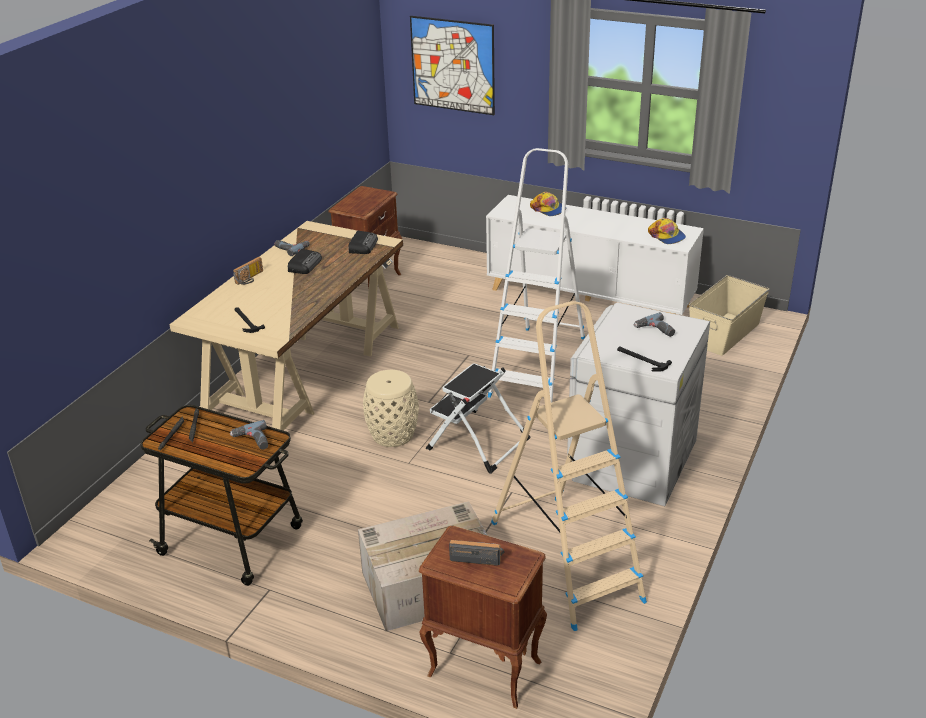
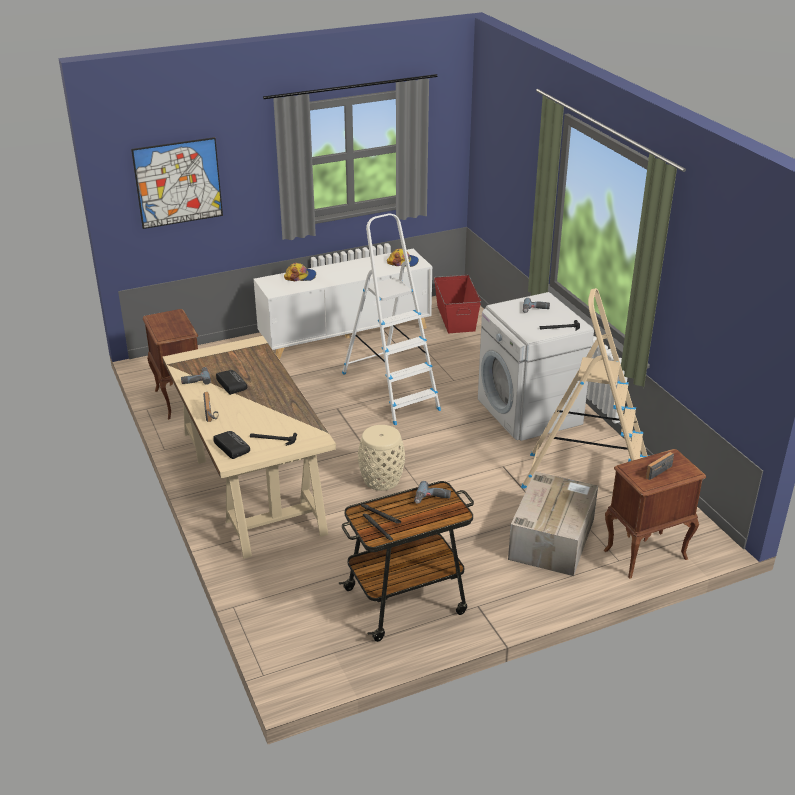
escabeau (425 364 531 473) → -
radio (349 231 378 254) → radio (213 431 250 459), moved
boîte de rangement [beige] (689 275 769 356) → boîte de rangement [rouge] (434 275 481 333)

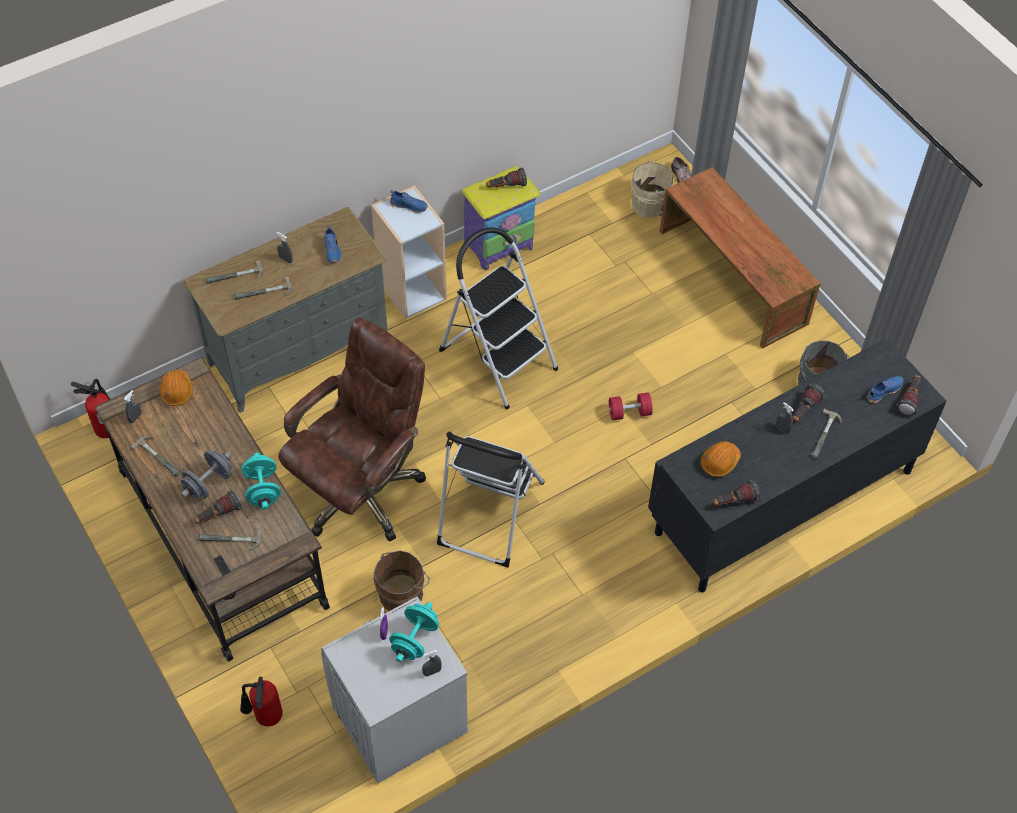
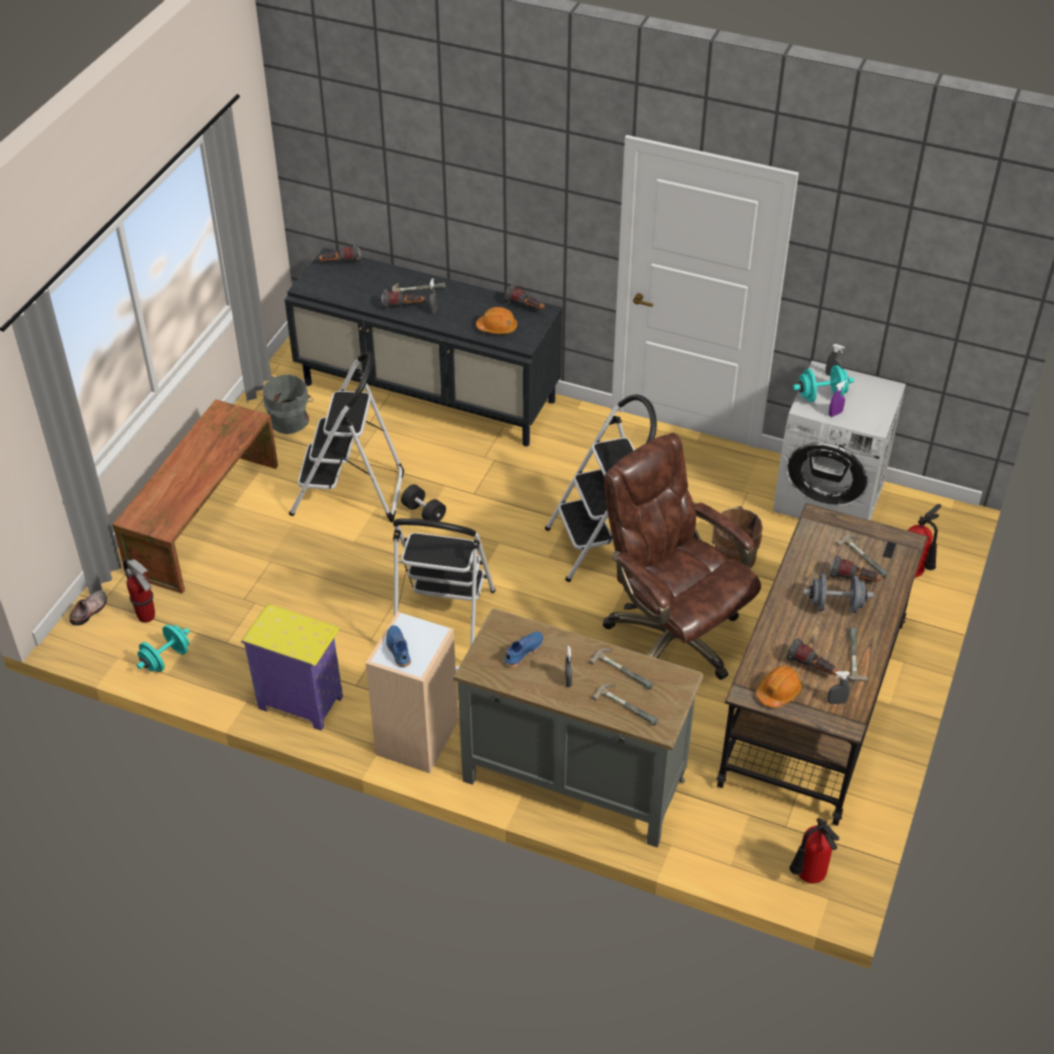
chaussure [bleu] (866 376 903 403) → -
- → escabeau (289 351 404 522)
haltère [turquoise] (241 453 281 509) → haltère [turquoise] (137 625 190 672), moved
lampe de poche (486 168 527 188) → lampe de poche (787 639 838 675), moved
seau [beige] (631 161 673 218) → extincteur (123 559 155 623)
haltère [rouge] (609 393 653 420) → haltère [noir] (401 484 446 522)
chaise de bureau [marron] (278 317 426 541) → chaise de bureau [marron] (603 433 761 680), 45 degrees clockwise

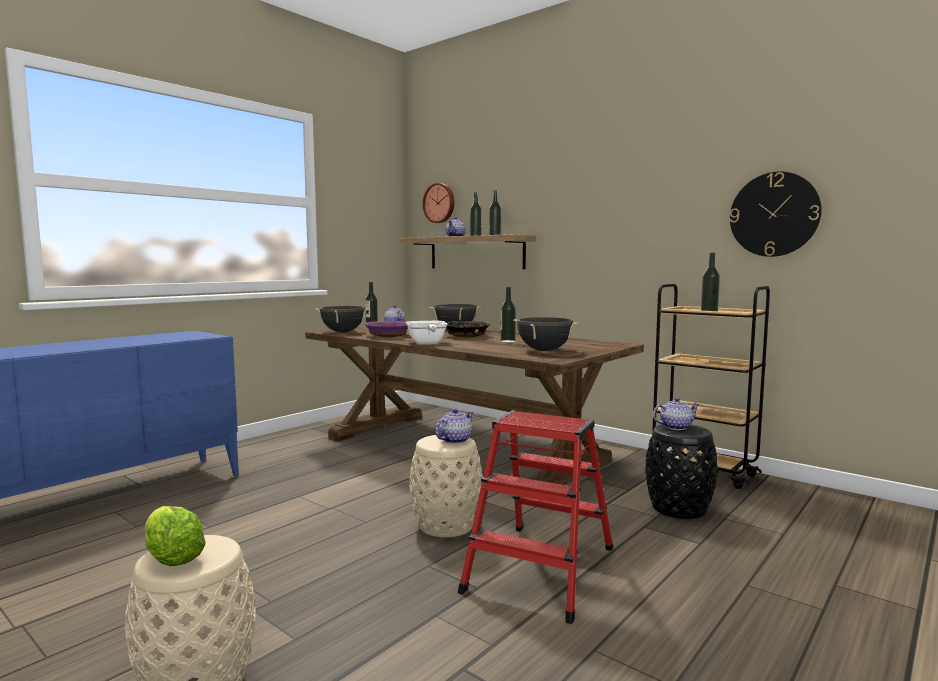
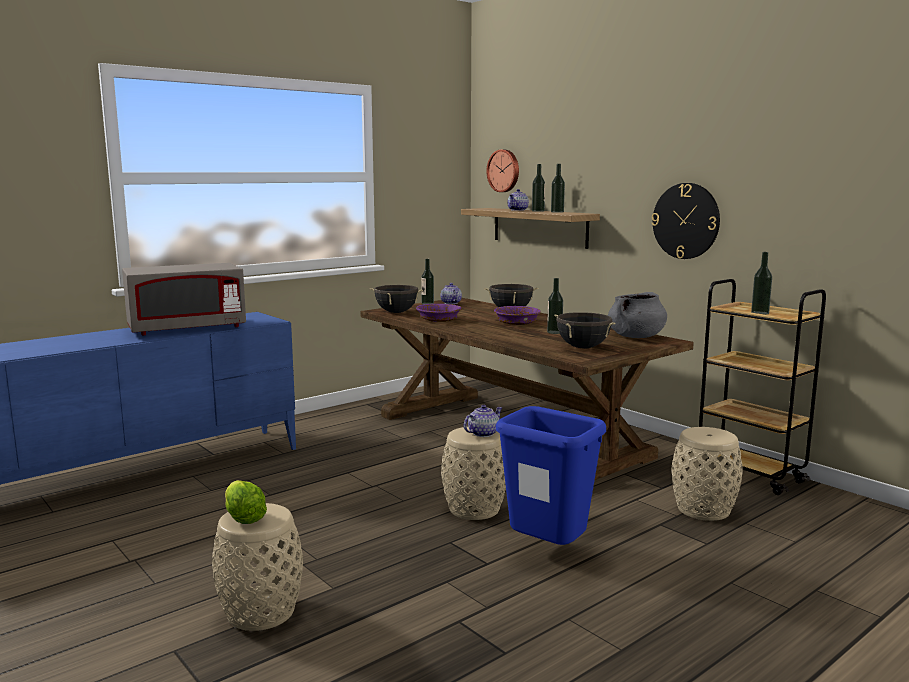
poêle (406 321 447 344) → -
théière (653 397 700 430) → -
- → micro-ondes [gris] (122 263 246 335)
- → marmite [gris] (608 292 667 338)
horloge murale (730 172 822 257) → horloge murale (651 183 720 259), moved
escabeau [rouge] (458 410 613 624) → poubelle [bleu] (496 406 606 545)
bol [noir] (446 321 490 337) → bol [violet] (494 306 541 325)
tabouret [noir] (645 424 718 519) → tabouret [beige] (672 427 742 521)

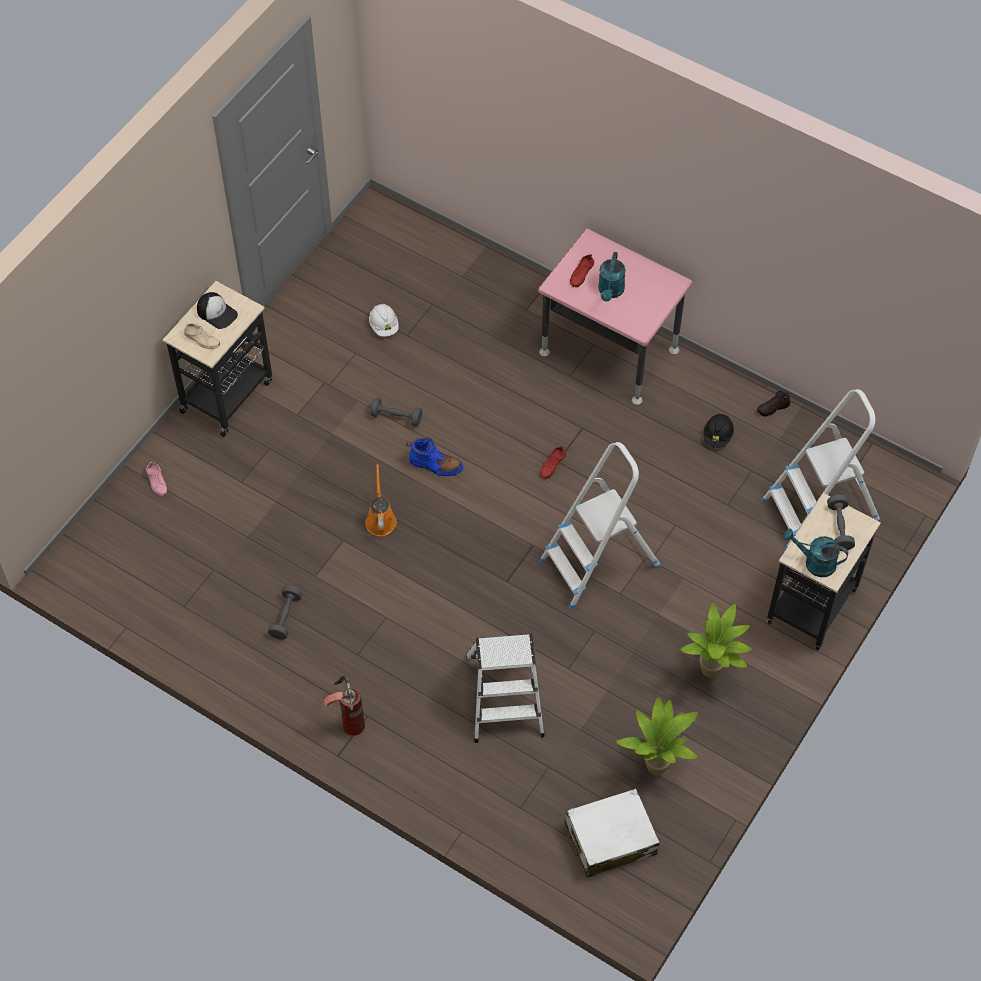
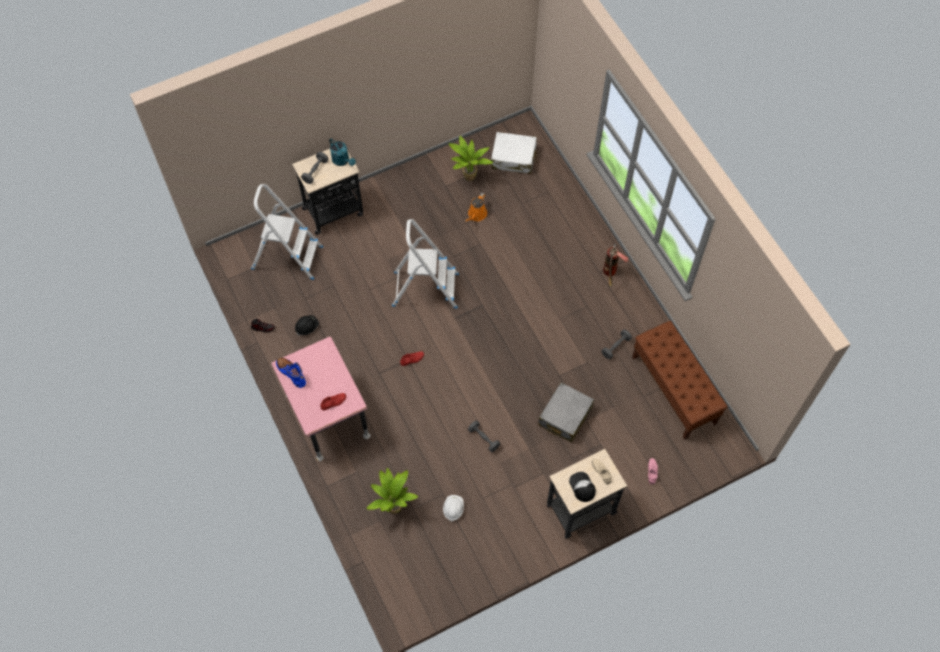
escabeau [blanc] (466 634 545 743) → -
arrosoir [turquoise] (598 252 626 301) → -
- → valise [gris] (538 382 594 443)
- → banc [marron] (632 321 728 440)
arrosoir [orange] (365 464 397 536) → arrosoir [orange] (465 193 487 222), moved
botte [bleu] (406 437 463 476) → botte [bleu] (276 358 306 388), moved
plante en pot (680 603 752 678) → plante en pot (366 468 418 514), moved

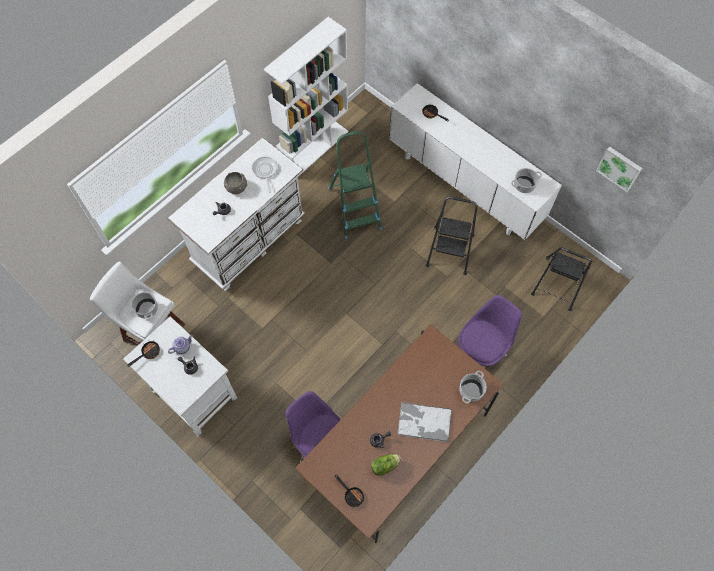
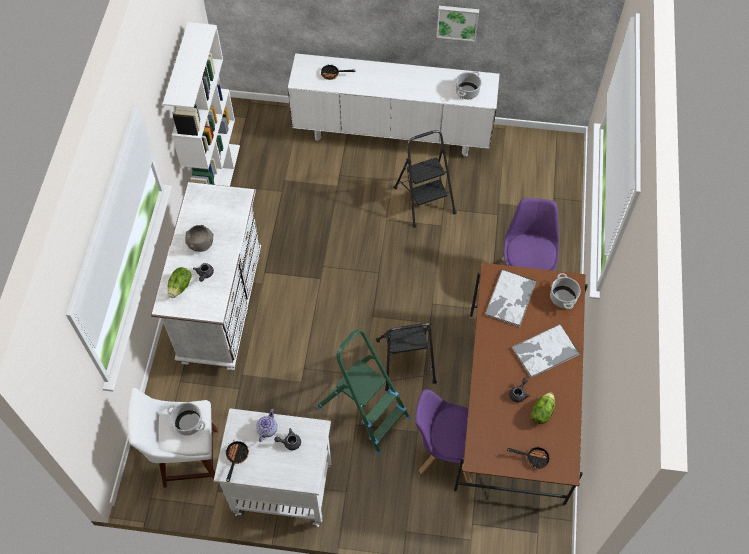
poêle (252 156 277 193) → -
- → laitue (168 267 192 298)
- → plateau (485 270 536 327)
escabeau [vert] (329 131 382 239) → escabeau [vert] (316 329 410 454), moved
escabeau [noir] (531 248 592 311) → escabeau [noir] (376 323 437 391), moved
tableau (596 146 642 192) → tableau (436 6 479 42), moved

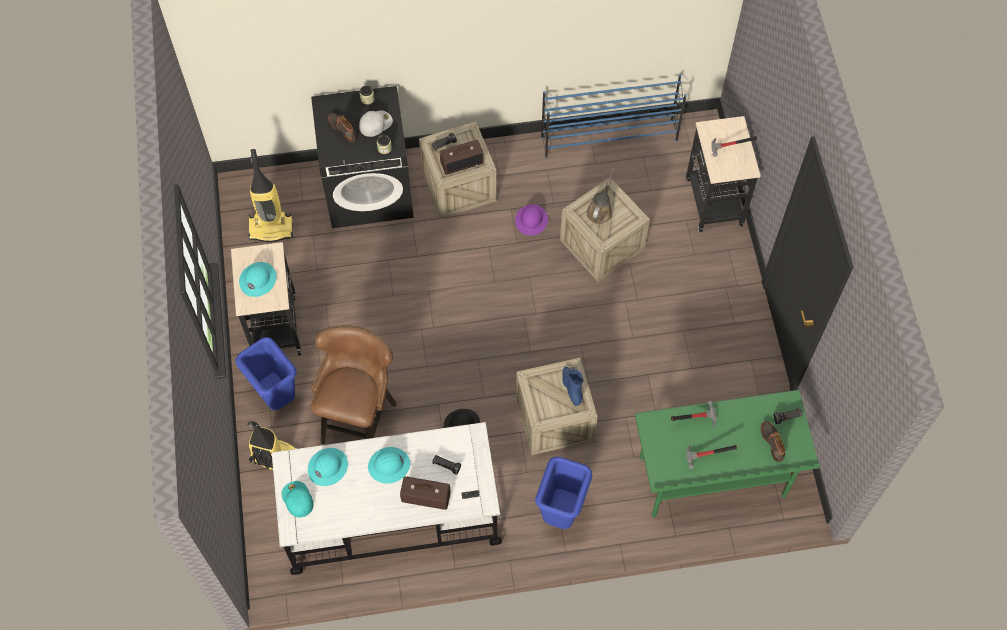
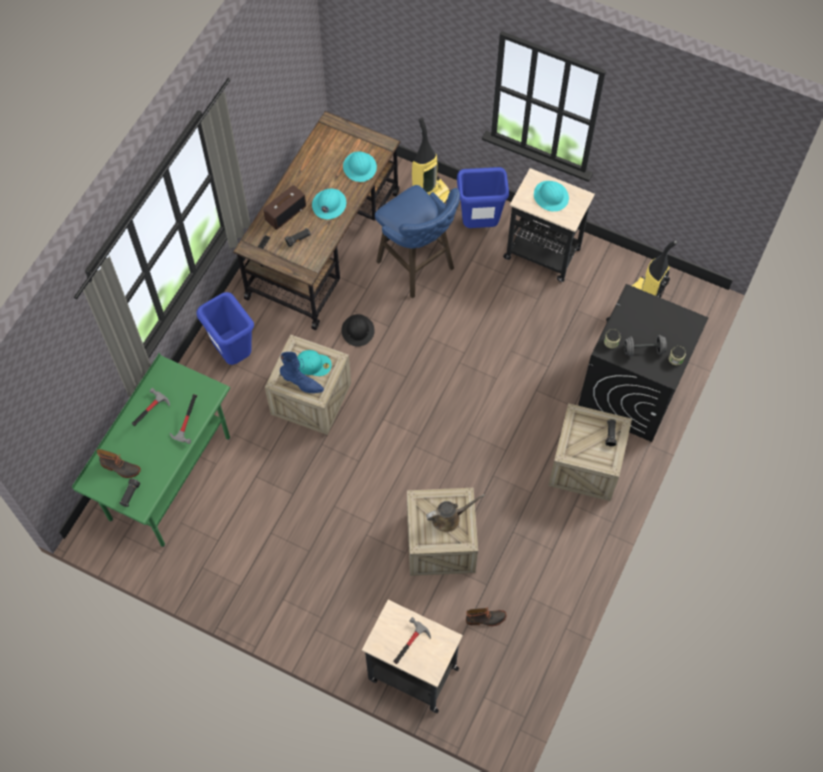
radio (440 140 484 175) → -
casque de chantier [violet] (515 204 548 236) → -
étagère à chaussures [bleu] (541 74 687 158) → -
casquette [turquoise] (282 481 314 517) → casquette [turquoise] (297 350 332 376), moved
botte (328 113 357 143) → botte (466 607 506 626), moved
casquette [blanc] (359 110 393 137) → haltère [gris] (623 335 667 357)
bureau [blanc] (271 422 502 575) → bureau [marron] (233 111 400 330)
tabouret [marron] (311 325 397 444) → tabouret [bleu] (375 185 460 298)
arrosoir [marron] (587 167 615 224) → arrosoir [marron] (426 494 485 532), 75 degrees counterclockwise

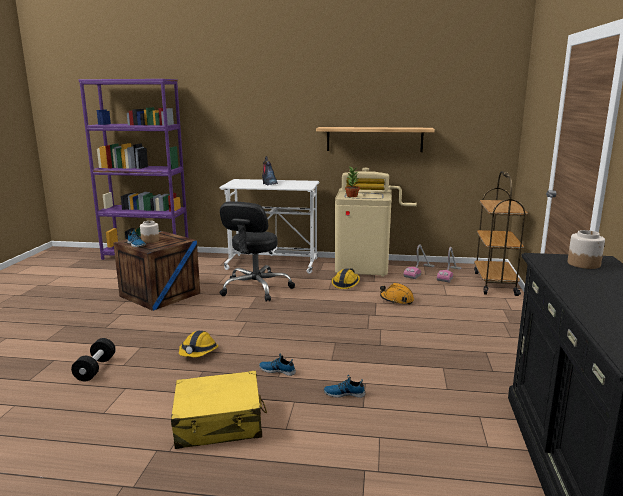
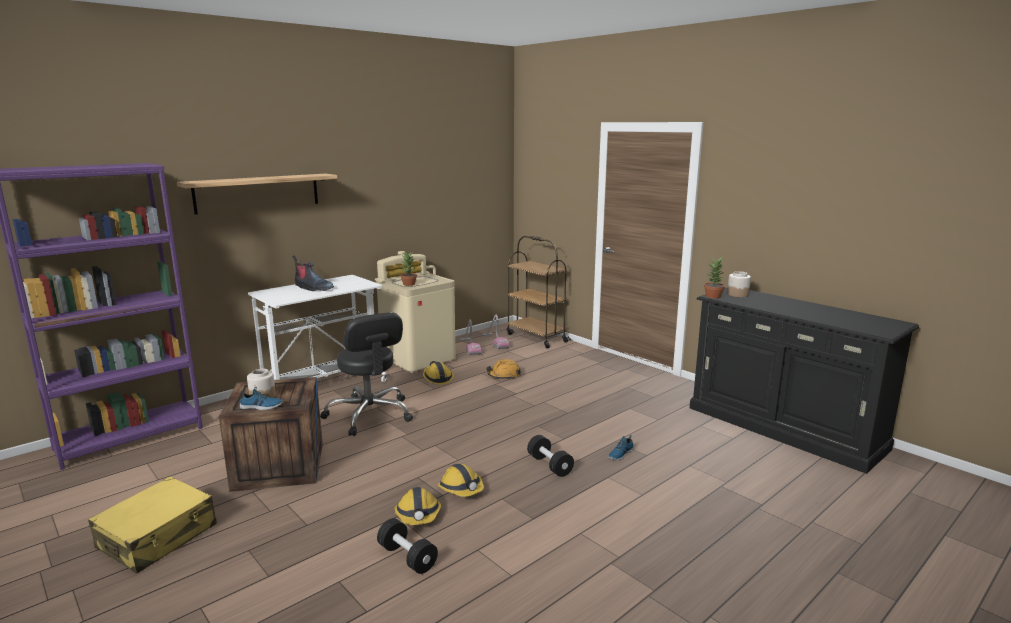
- → casque de chantier (394 487 441 525)
- → plante en pot (704 256 725 299)
valise [jaune] (171 371 267 449) → valise [jaune] (88 476 217 573), moved
étagère (316 127 435 152) → étagère (177 174 337 214), moved
chaussure (259 353 296 376) → haltère [noir] (527 435 574 477)

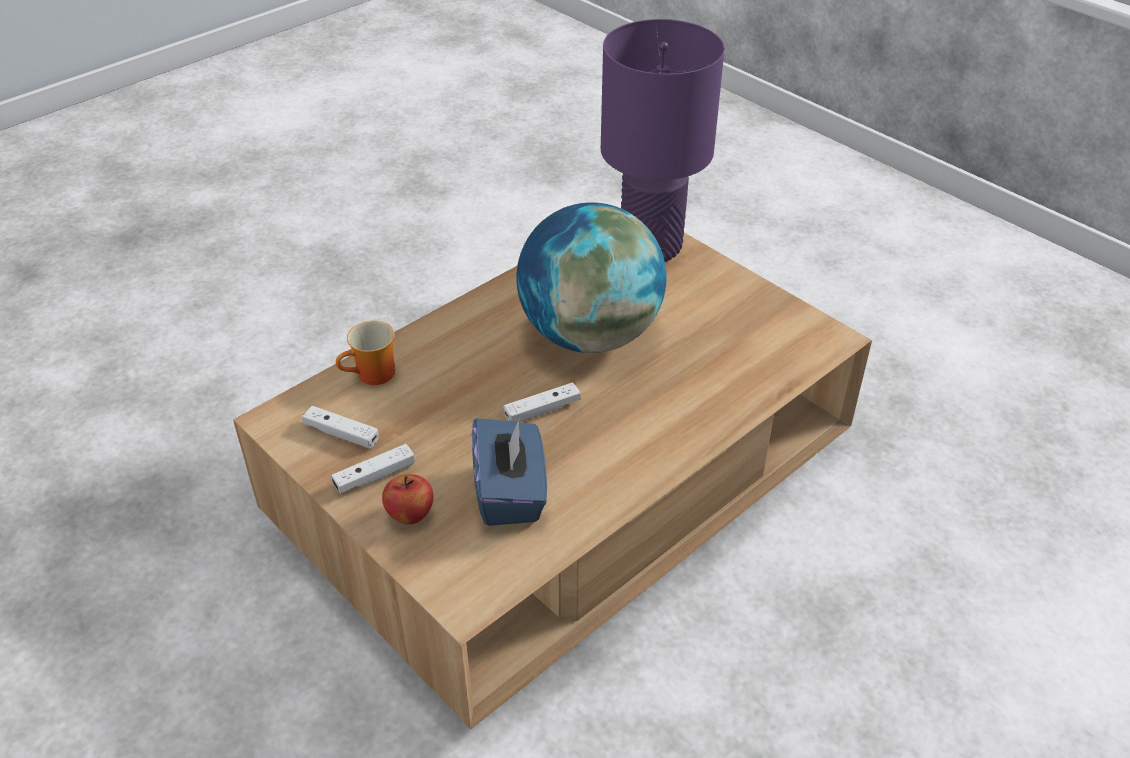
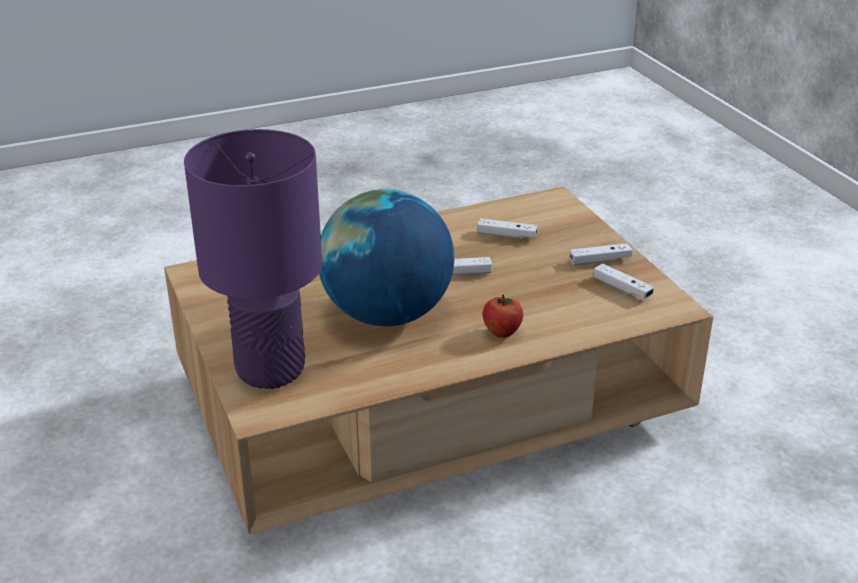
mug (336 321 395 385) → -
pomme (382 474 434 525) → pomme (483 294 523 338), moved
boîte à mouchoirs [bleu] (472 418 547 526) → manette [blanc] (477 218 538 239)

